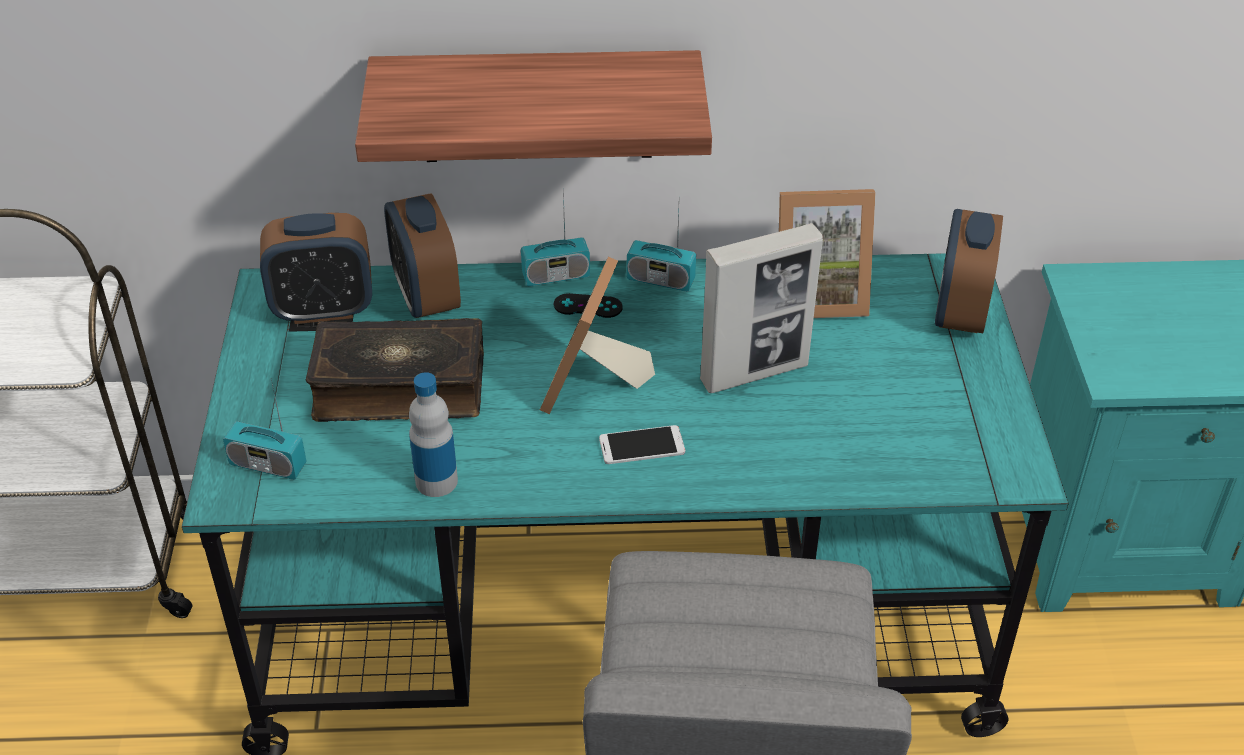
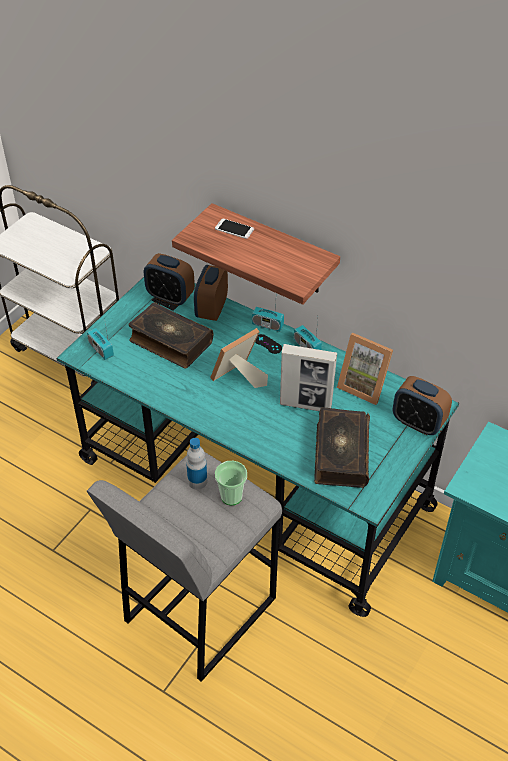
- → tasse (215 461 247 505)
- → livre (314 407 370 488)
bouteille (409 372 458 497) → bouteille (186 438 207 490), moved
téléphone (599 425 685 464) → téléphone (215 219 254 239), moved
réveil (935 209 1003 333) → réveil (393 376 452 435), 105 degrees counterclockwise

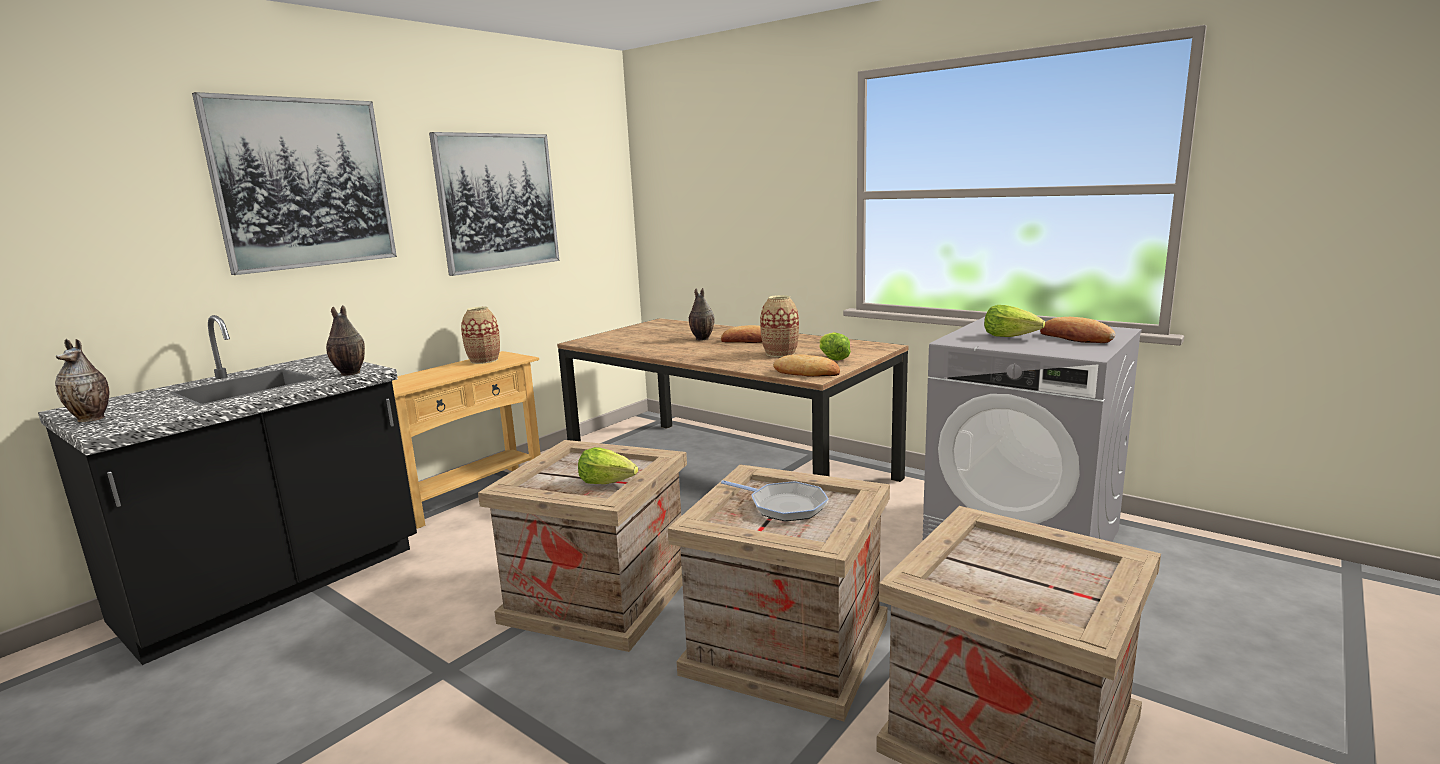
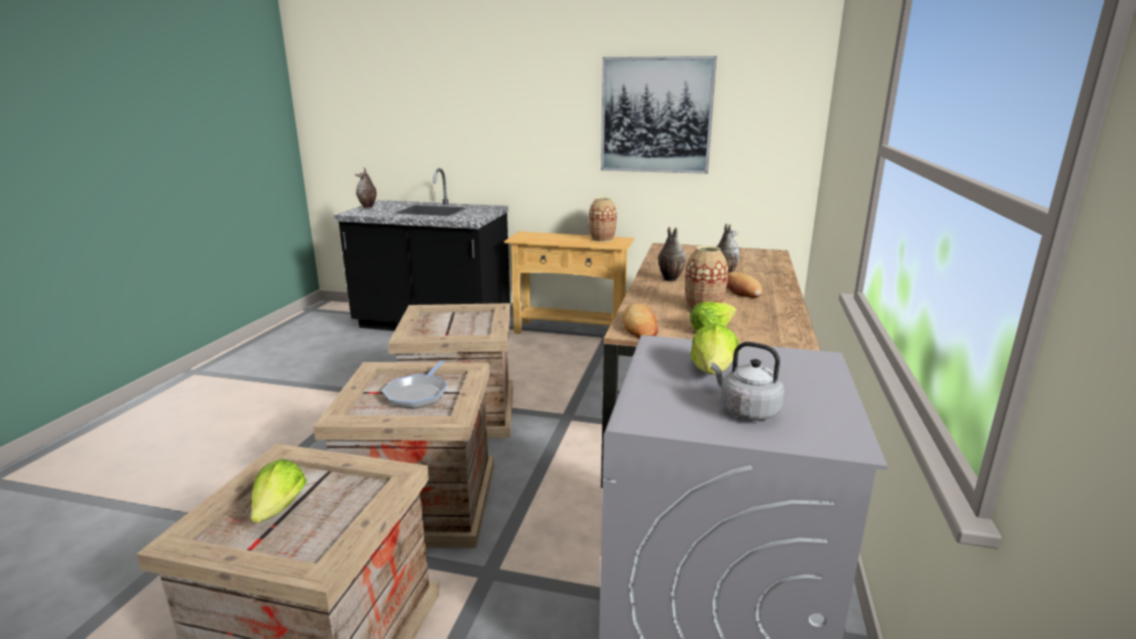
tableau (192 92 397 275) → -
vase (326 305 365 376) → vase (658 227 686 281), moved
laitue (578 447 638 484) → laitue (250 459 307 523), moved
pain (1040 317 1115 343) → bouilloire [gris] (711 342 784 421)

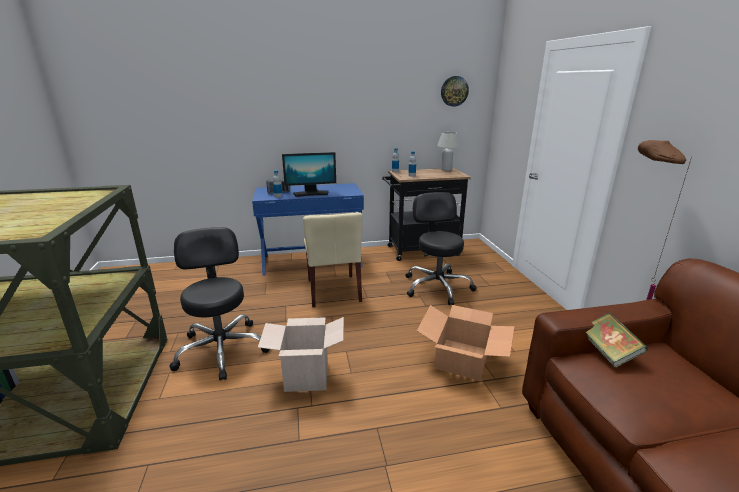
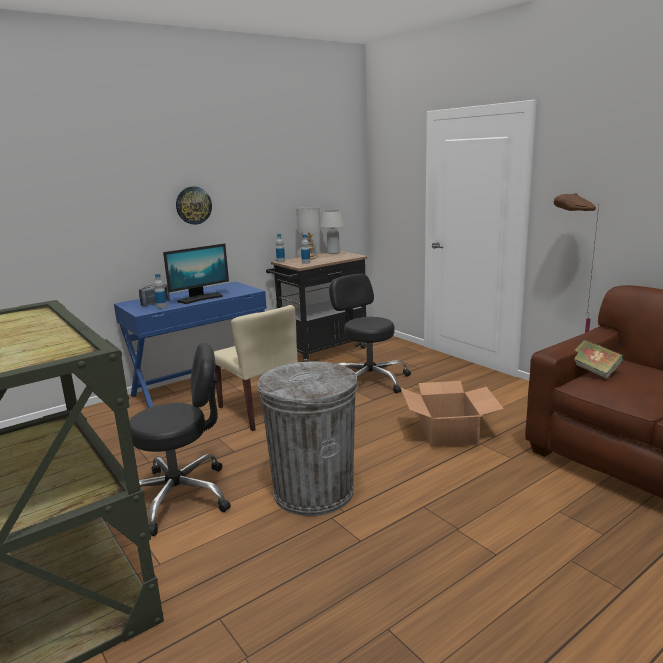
- → lampe de table [gris] (296 207 320 260)
horloge murale (441 76 469 107) → horloge murale (176 186 212 225), moved
carton (258 317 344 392) → poubelle [gris] (256 361 358 516)
chaise de bureau [noir] (170 227 270 381) → chaise de bureau [noir] (129 343 231 536), 120 degrees clockwise

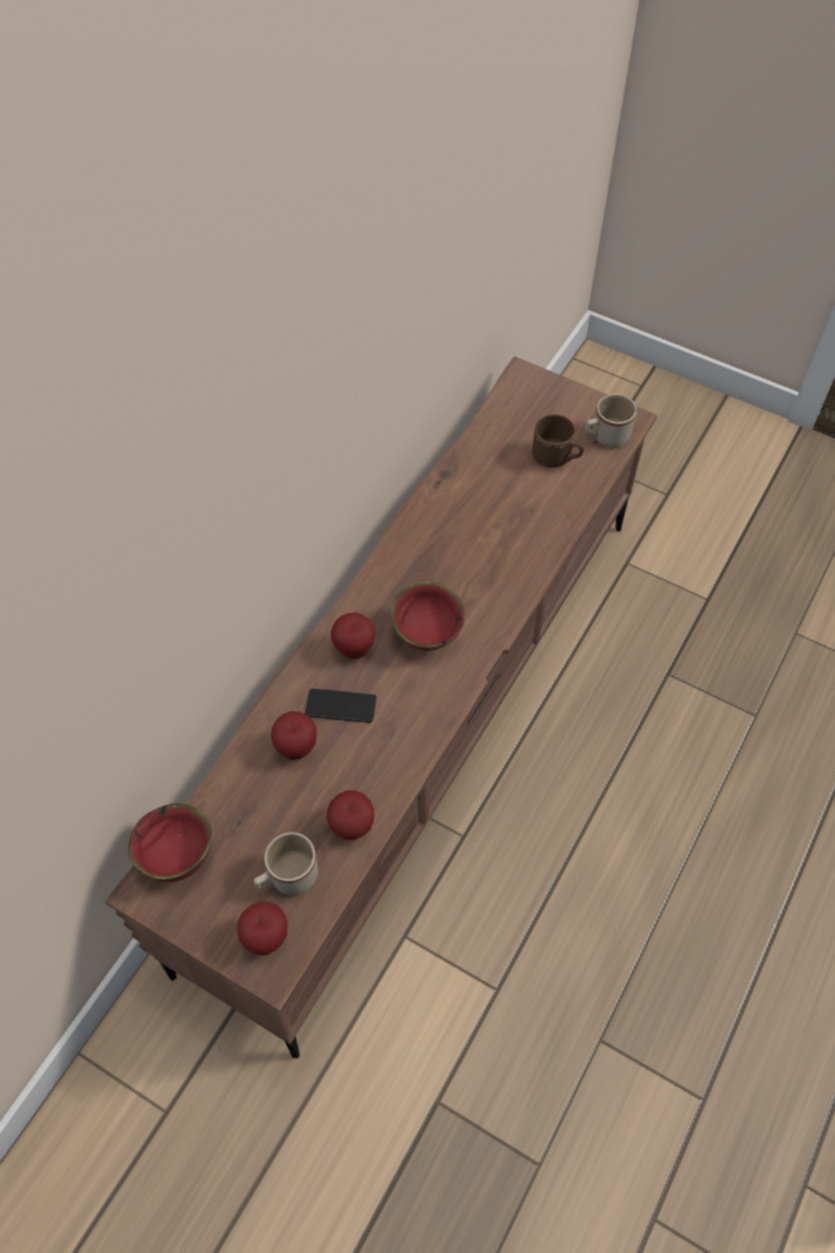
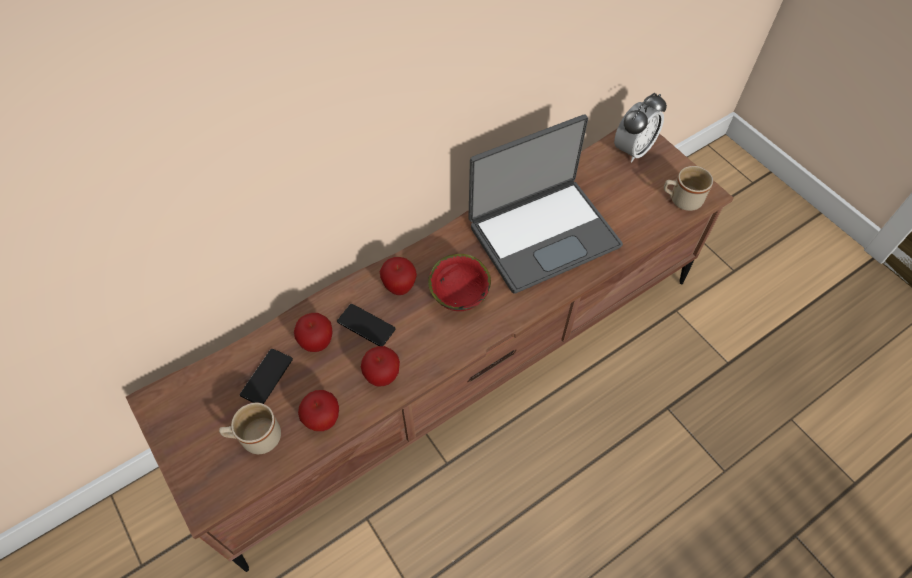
bol [rouge] (128 803 212 882) → -
mug [marron] (533 414 584 468) → -
- → téléphone (240 349 293 404)
- → ordinateur portable (468 115 623 294)
- → réveil (614 93 667 163)
pomme (237 902 288 955) → pomme (361 346 400 387), moved

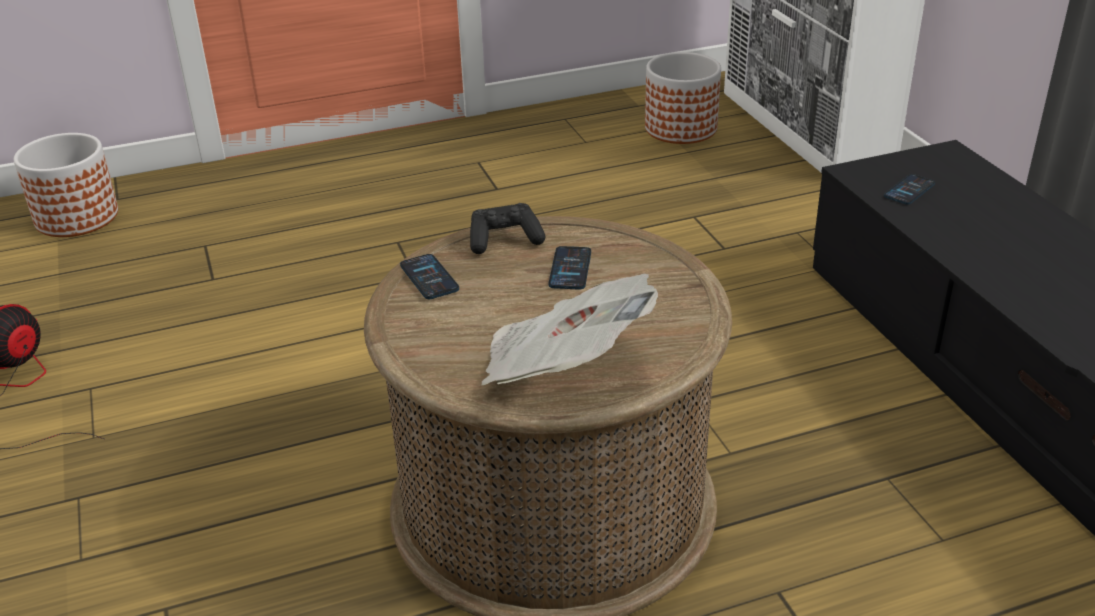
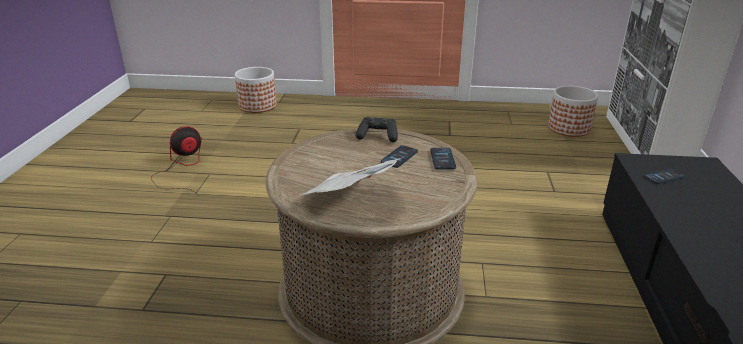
téléphone (400 254 459 299) → téléphone (430 148 456 170), moved

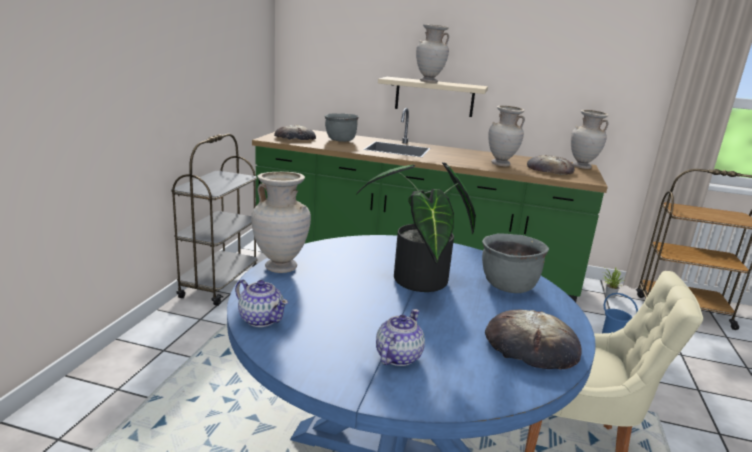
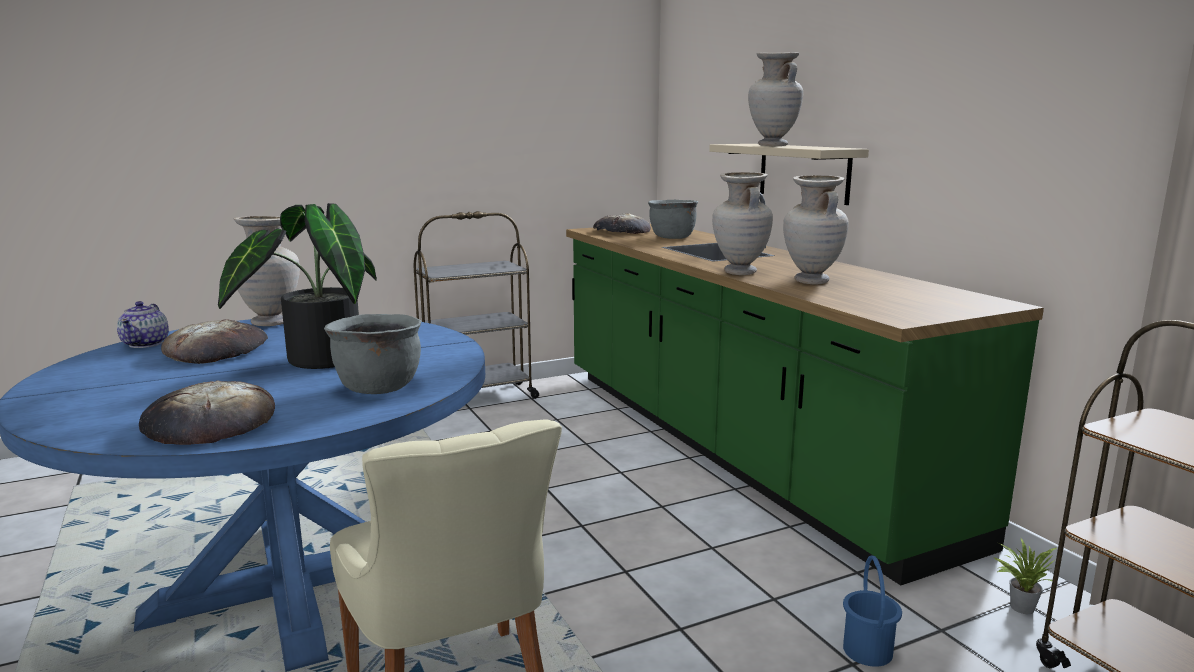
théière (376 309 425 366) → -
pain (527 155 575 175) → pain (161 319 268 364), moved
vase [beige] (571 110 609 169) → vase [beige] (712 172 773 275), moved

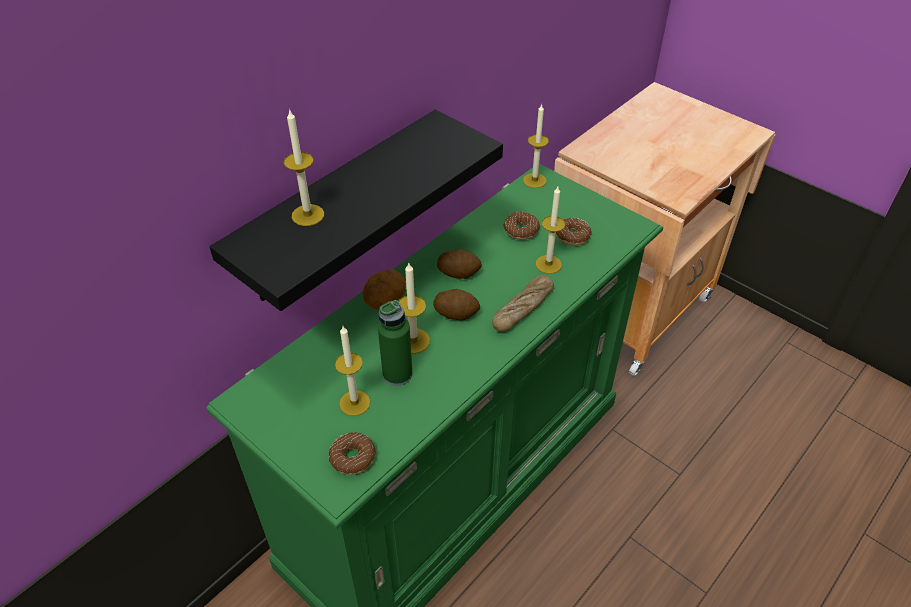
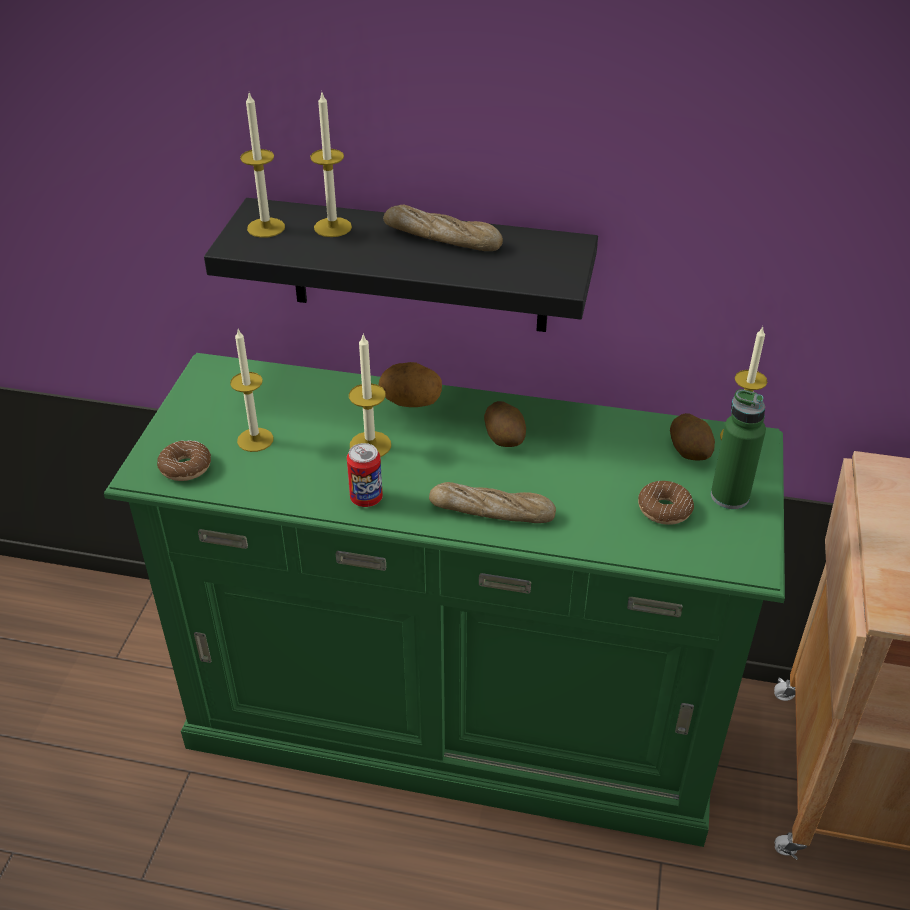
beignet (504 212 540 240) → -
- → boîte métallique (347 443 383 507)
- → pain (383 205 503 251)
bouteille [vert] (378 300 413 386) → bouteille [vert] (711 389 766 509), moved
pomme de terre (433 289 480 321) → pomme de terre (670 413 715 460), moved
bougie (536 187 565 274) → bougie (240 93 285 238), moved

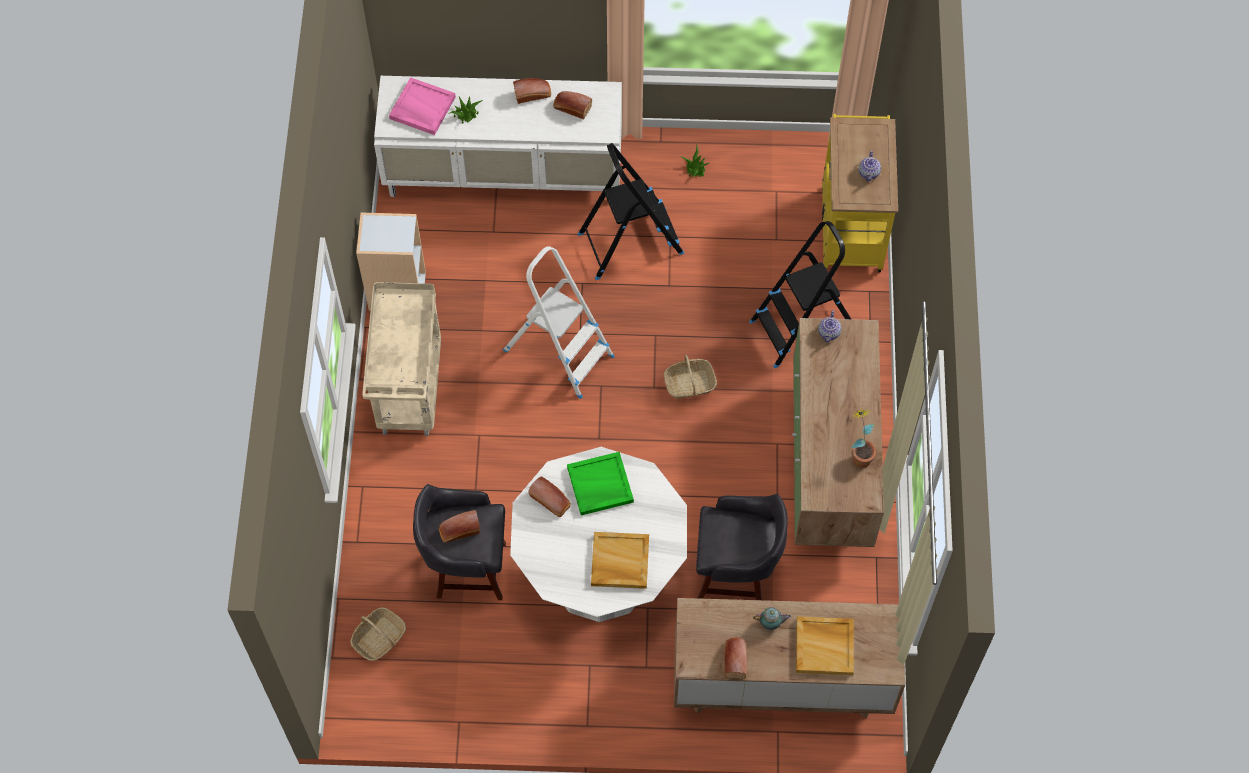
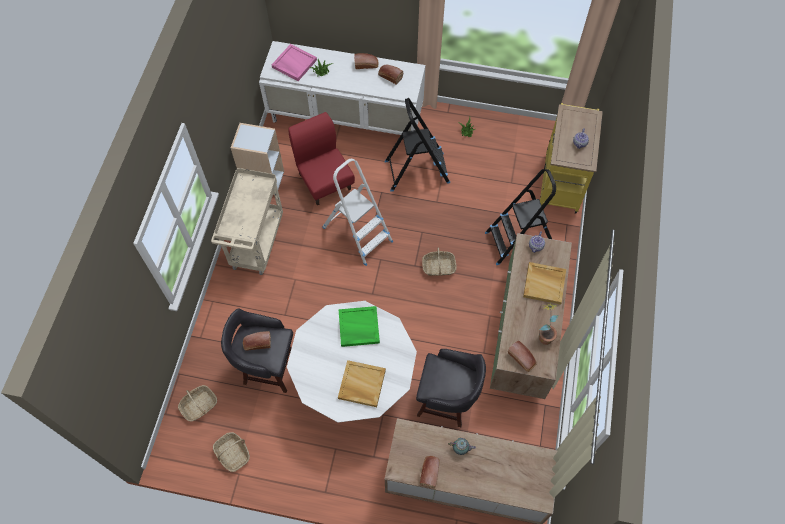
- → panier (213 432 250 472)
- → chaise [rouge] (288 112 355 205)
pain (528 476 571 517) → pain (508 340 537 372), moved
plateau [beige] (796 616 854 675) → plateau [beige] (523 262 566 305), moved

